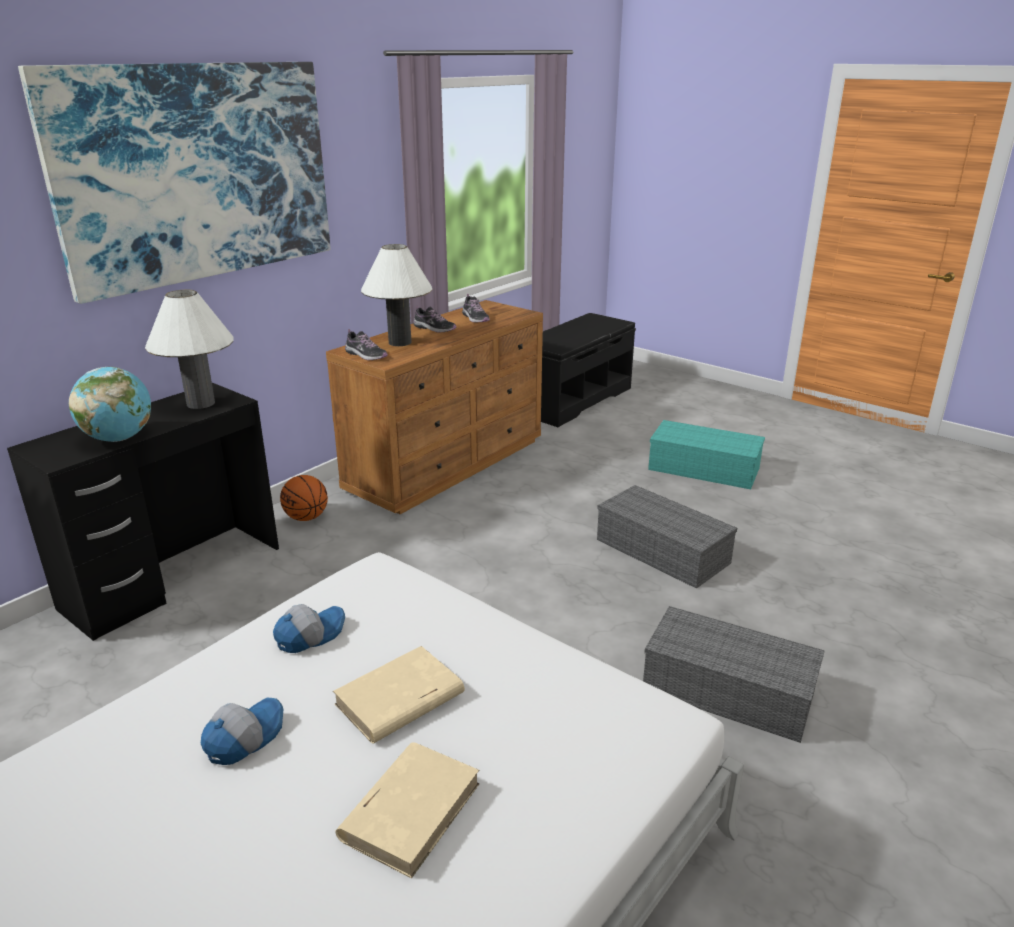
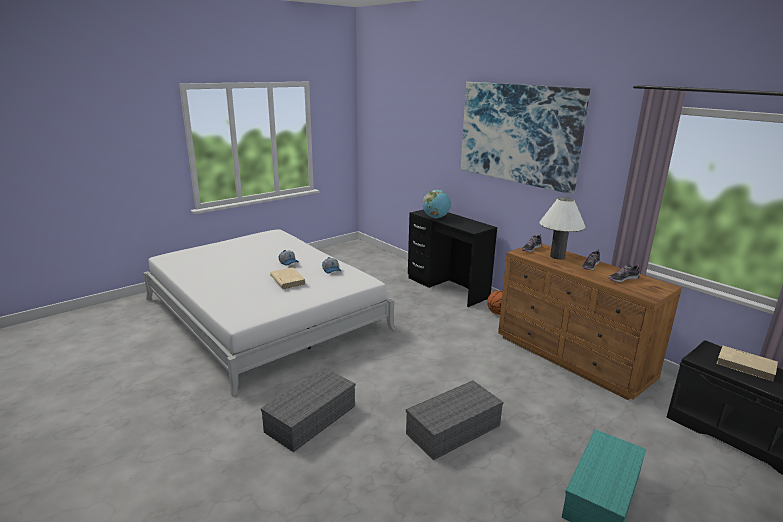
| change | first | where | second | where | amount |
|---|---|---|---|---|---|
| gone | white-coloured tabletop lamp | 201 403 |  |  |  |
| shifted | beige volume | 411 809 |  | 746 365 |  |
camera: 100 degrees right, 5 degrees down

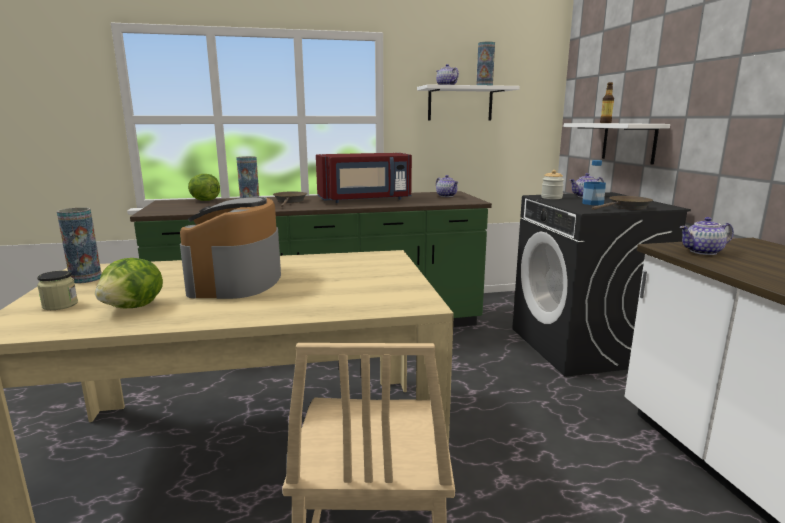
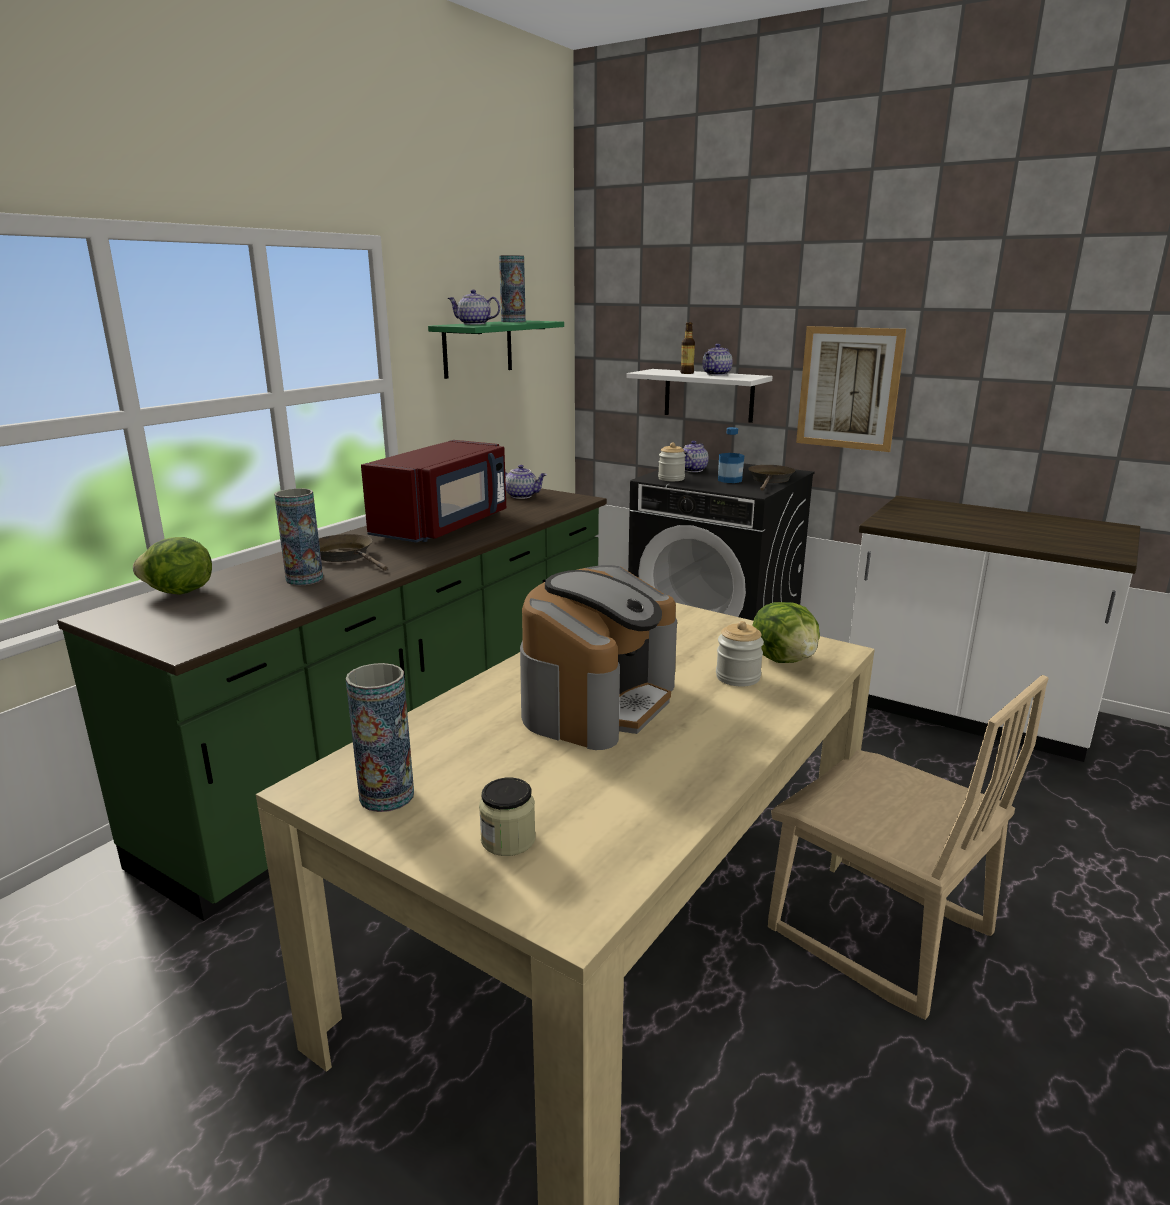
| change | first | where | second | where | amount |
|---|---|---|---|---|---|
| shifted | lettuce head | 134 307 |  | 785 659 |  |
| rotated | coffee machine | 237 280 |  | 597 702 | 105 degrees counterclockwise |
| repainted | white-coloured shelf | 460 104 | greenish shelf | 478 348 |  |
| shifted | tea pot | 703 252 |  | 717 374 |  |
| new |  |  | preserve jar | 738 677 |  |
| new |  |  | picture | 848 388 |  |
camera: 45 degrees left, 5 degrees up

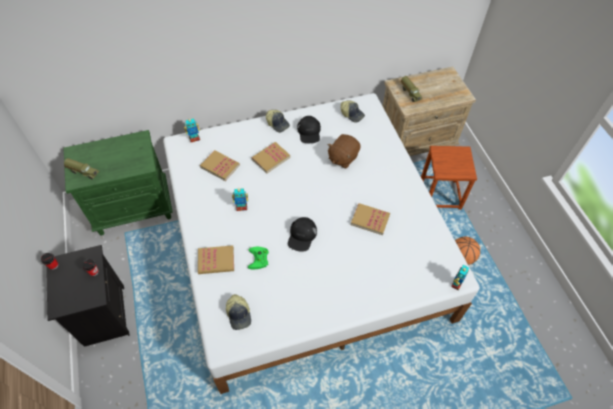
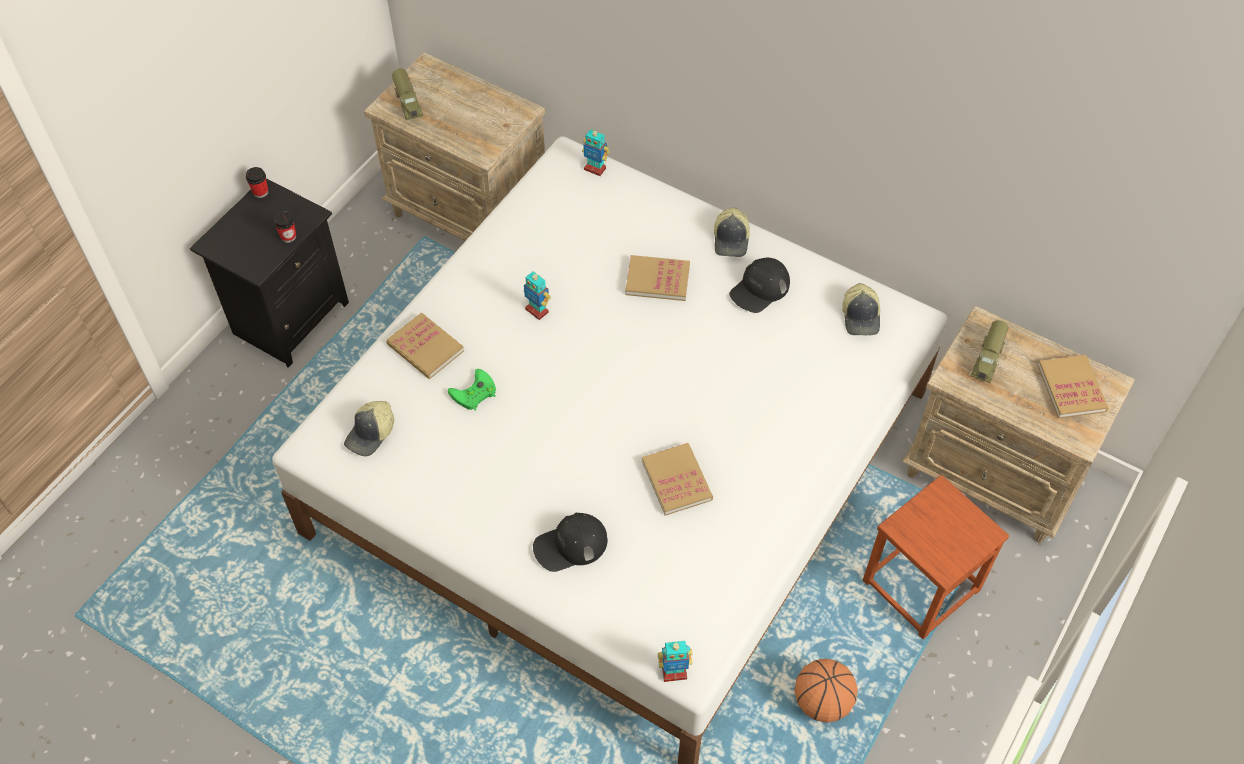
| change | first | where | second | where | amount |
|---|---|---|---|---|---|
| repainted | greenish bedside table | 134 208 | beige bedside table | 470 214 |  |
| shifted | volume | 220 166 |  | 1071 388 |  |
| shifted | blackish baseball cap | 302 236 |  | 570 545 |  |
| gone | brown cuddly toy | 342 158 |  |  |  |
camera: 50 degrees right, 0 degrees up

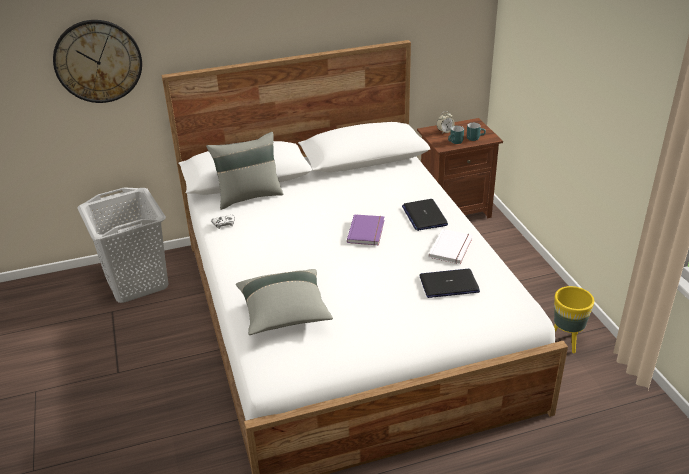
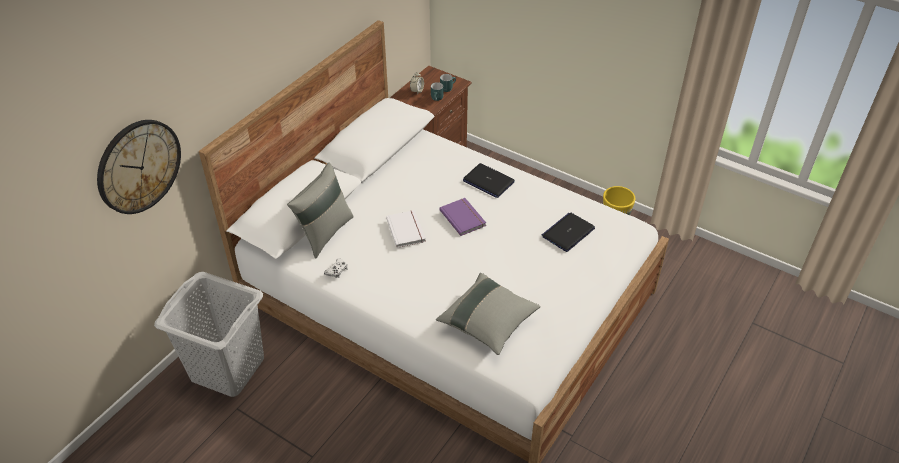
| change | first | where | second | where | amount |
|---|---|---|---|---|---|
| shifted | white-coloured volume | 452 248 |  | 407 229 |  |
camera: 40 degrees left, 10 degrees up

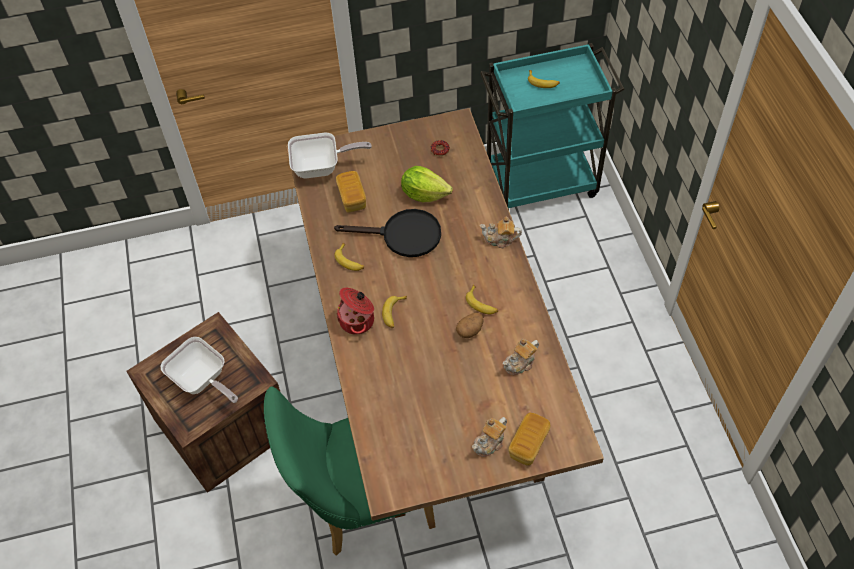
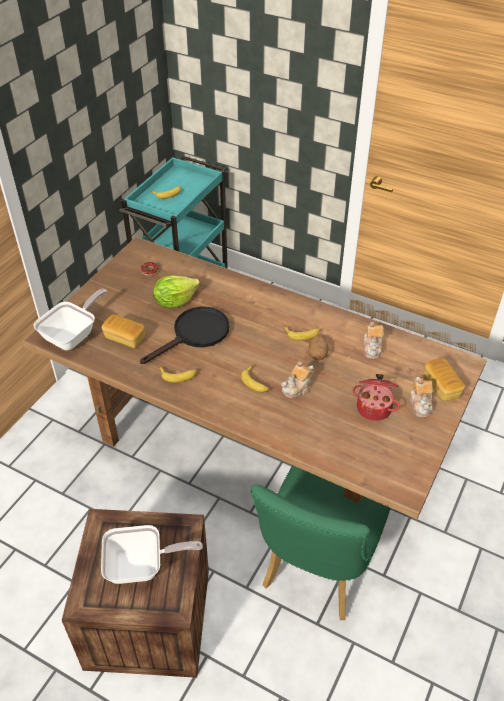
| change | first | where | second | where | amount |
|---|---|---|---|---|---|
| shifted | stockpot | 358 320 |  | 374 407 |  |
| shifted | tea pot | 500 239 |  | 297 388 |  |
camera: 50 degrees left, 10 degrees down

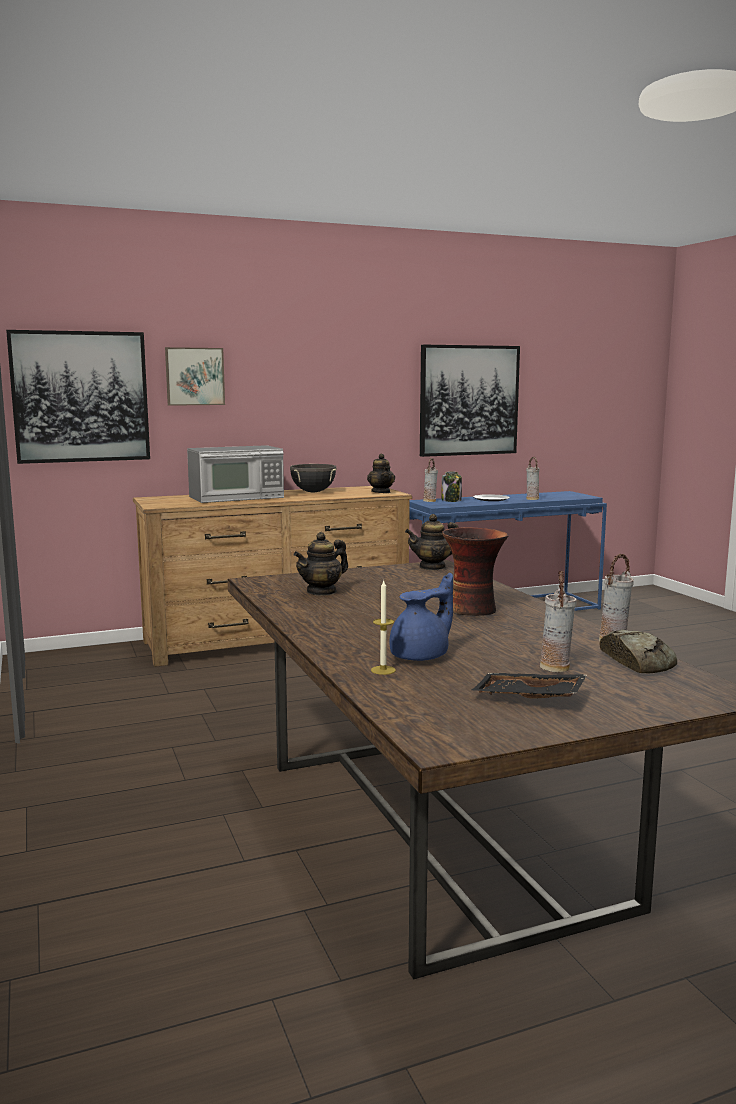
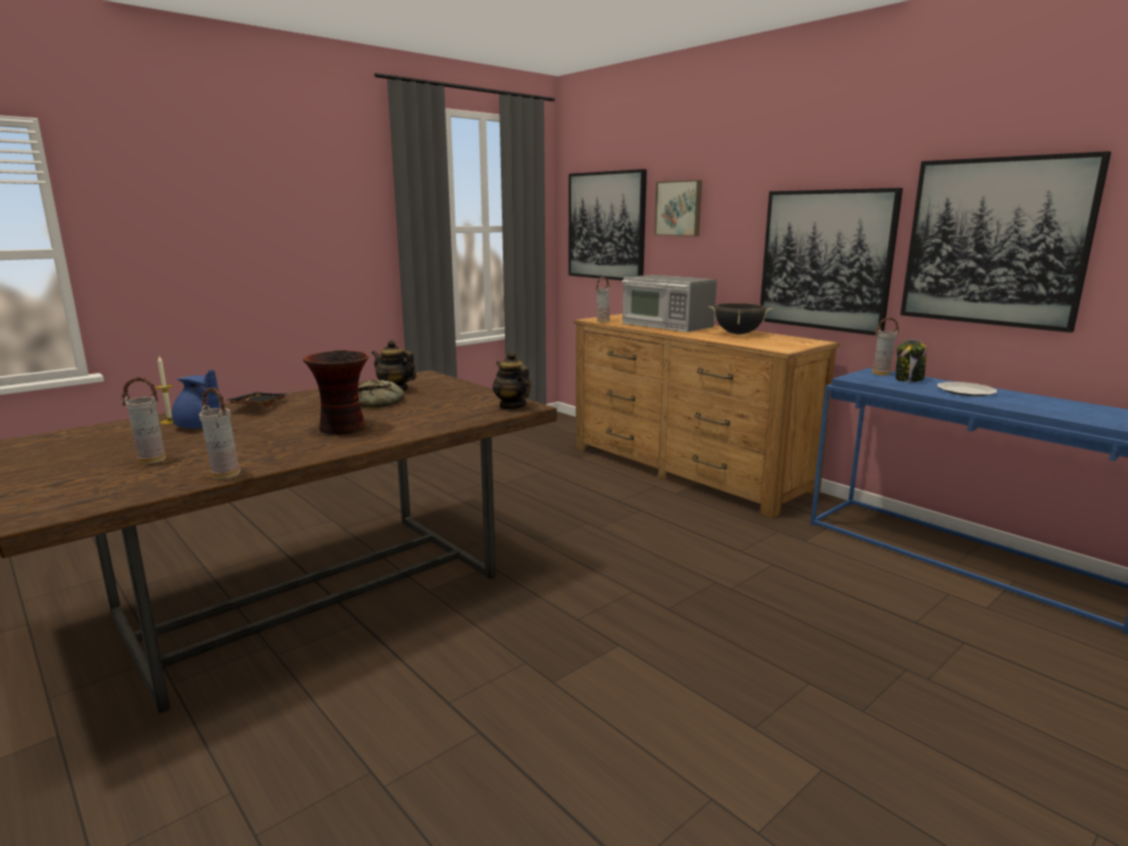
| change | first | where | second | where | amount |
|---|---|---|---|---|---|
| gone | tea pot | 381 492 |  |  |  |
| shifted | blackish carrying tray | 528 698 |  | 257 406 |  |
| shifted | decorative vase | 532 499 |  | 602 321 |  |
| shifted | baked bread | 637 661 |  | 380 402 |  |
| new |  |  | picture | 825 260 |  |
camera: 70 degrees right, 5 degrees up

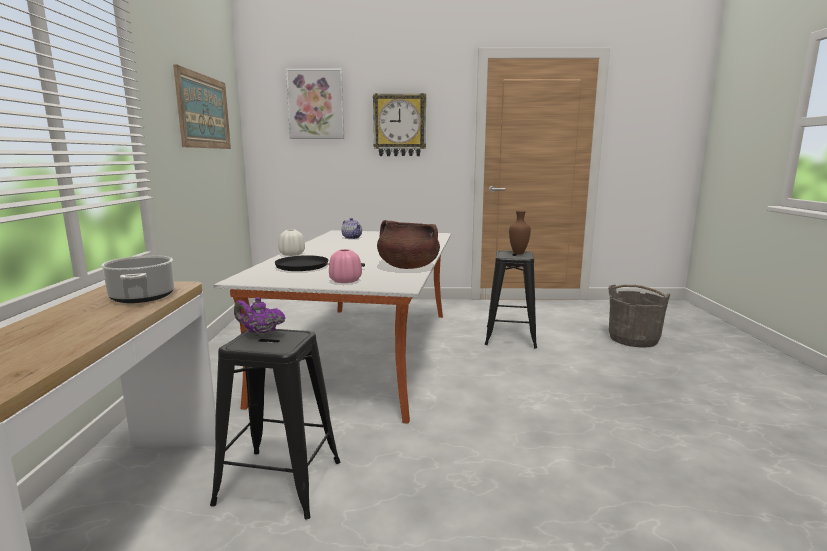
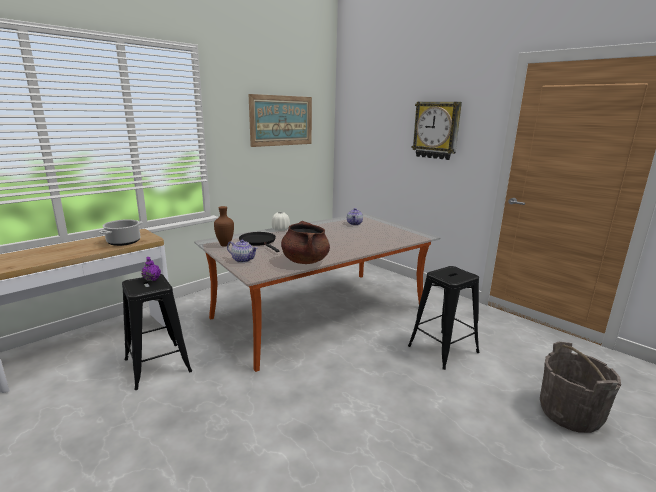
| change | first | where | second | where | amount |
|---|---|---|---|---|---|
| gone | picture | 316 104 |  |  |  |
| swapped | pink decorative vase | 345 281 | tea pot | 243 260 |  |
| shifted | brown decorative vase | 519 253 |  | 226 245 |  |
camera: 45 degrees right, 5 degrees up

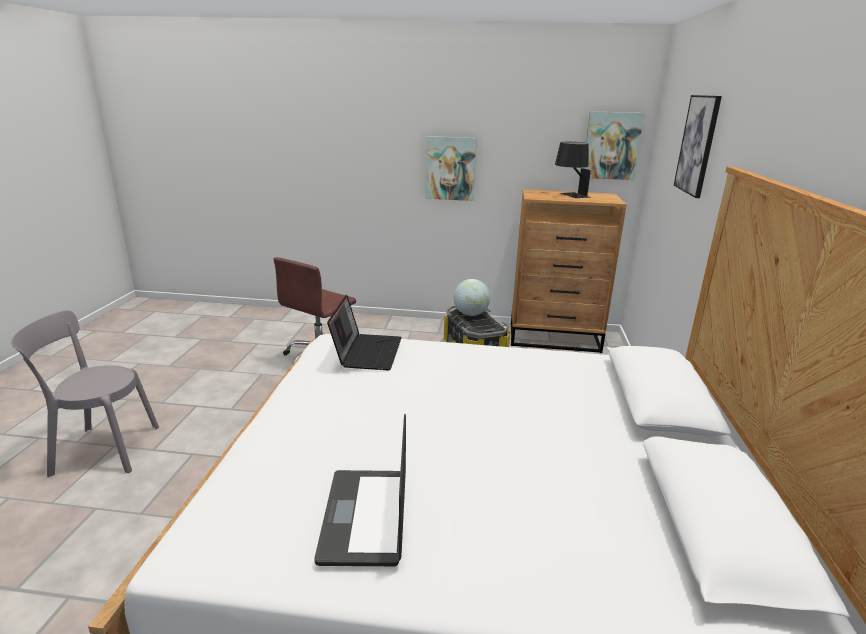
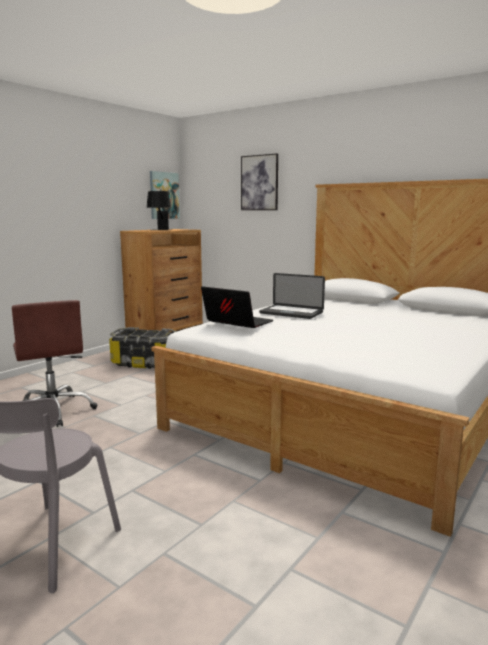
| change | first | where | second | where | amount |
|---|---|---|---|---|---|
| shifted | notebook computer | 365 517 |  | 291 313 |  |
| gone | picture | 450 168 |  |  |  |
| gone | desk globe | 470 314 |  |  |  |
camera: 60 degrees left, 10 degrees down

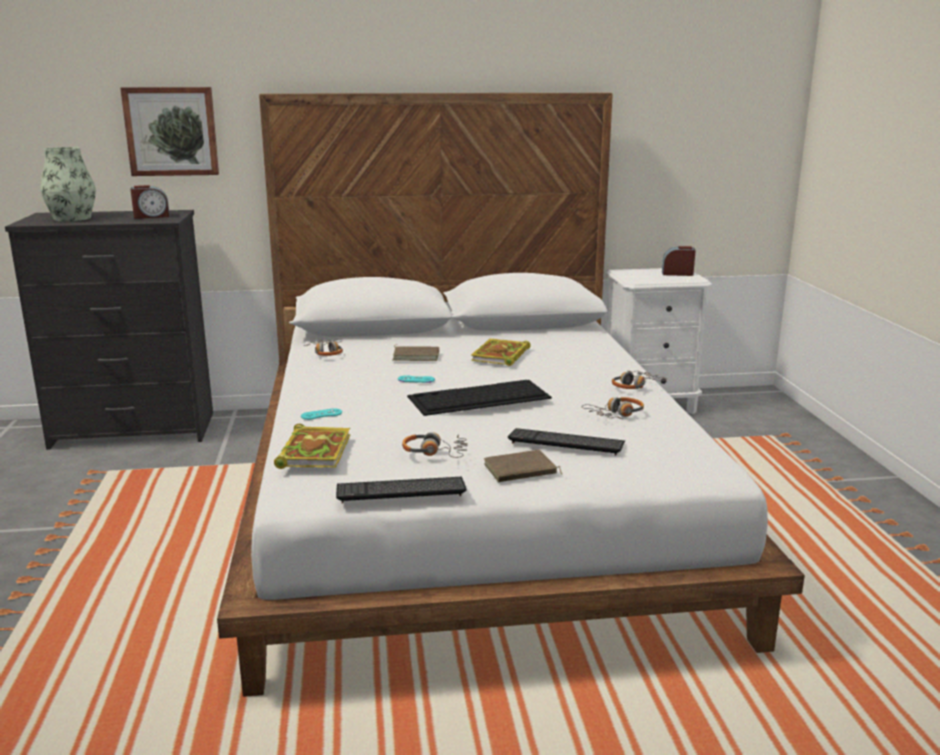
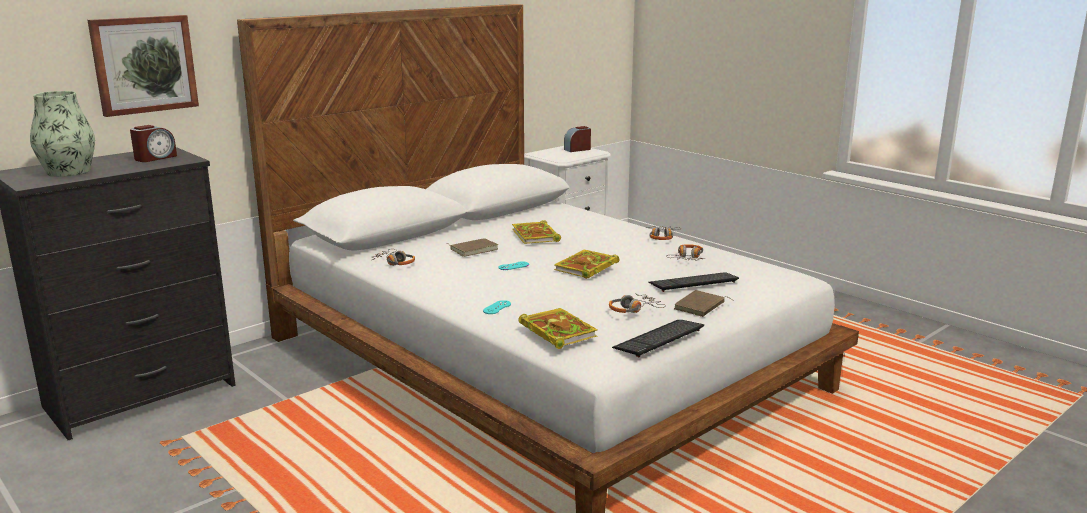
| change | first | where | second | where | amount |
|---|---|---|---|---|---|
| swapped | PC keyboard | 478 398 | volume | 586 268 |  |
camera: 35 degrees left, 0 degrees up

